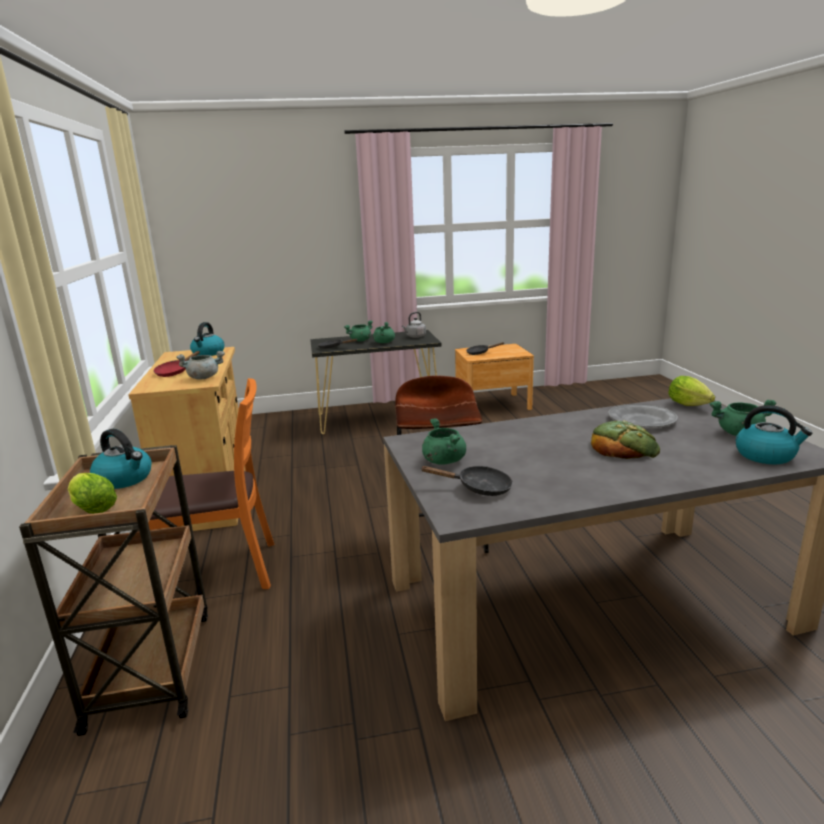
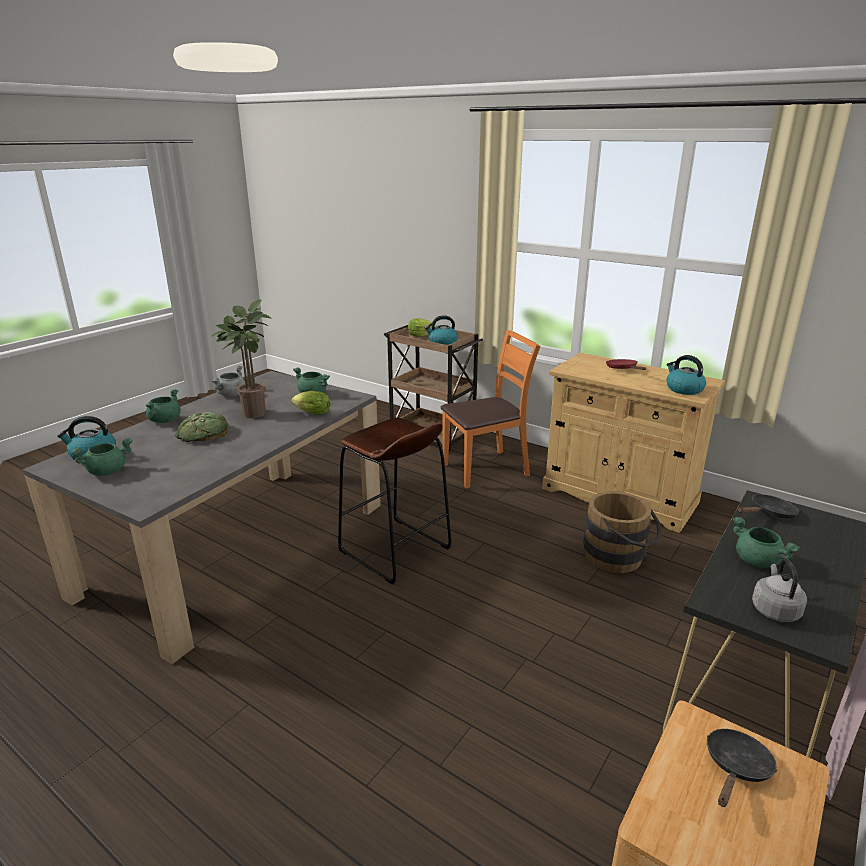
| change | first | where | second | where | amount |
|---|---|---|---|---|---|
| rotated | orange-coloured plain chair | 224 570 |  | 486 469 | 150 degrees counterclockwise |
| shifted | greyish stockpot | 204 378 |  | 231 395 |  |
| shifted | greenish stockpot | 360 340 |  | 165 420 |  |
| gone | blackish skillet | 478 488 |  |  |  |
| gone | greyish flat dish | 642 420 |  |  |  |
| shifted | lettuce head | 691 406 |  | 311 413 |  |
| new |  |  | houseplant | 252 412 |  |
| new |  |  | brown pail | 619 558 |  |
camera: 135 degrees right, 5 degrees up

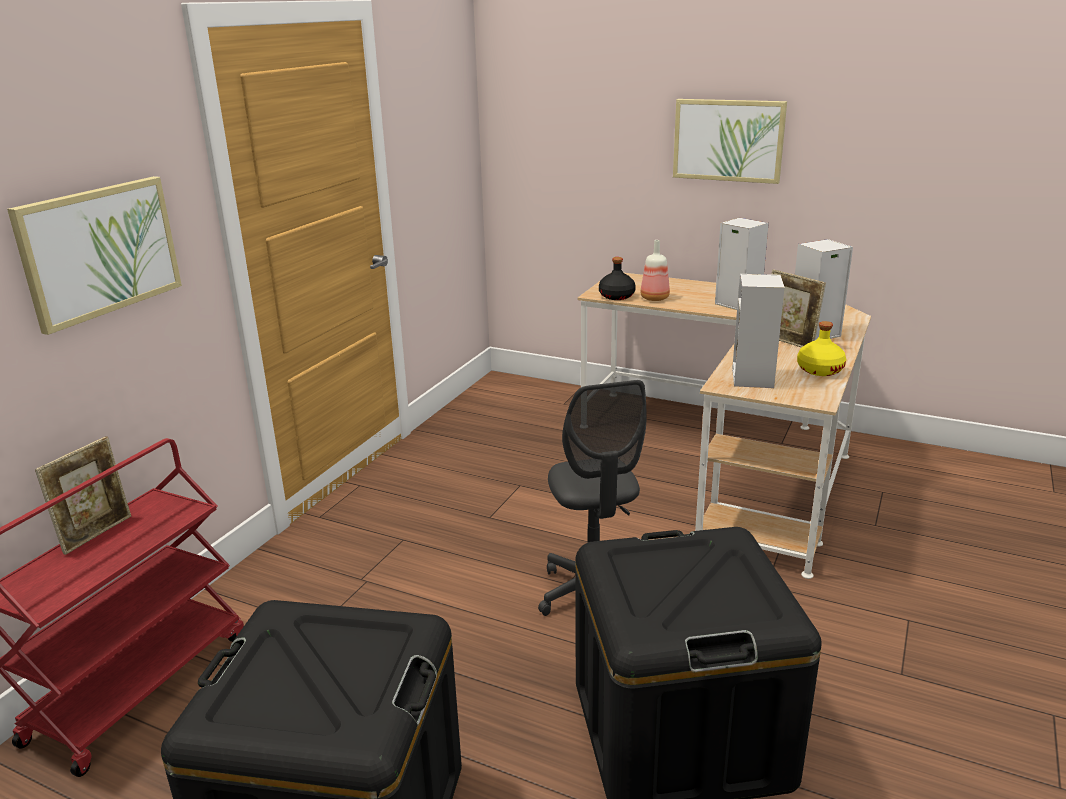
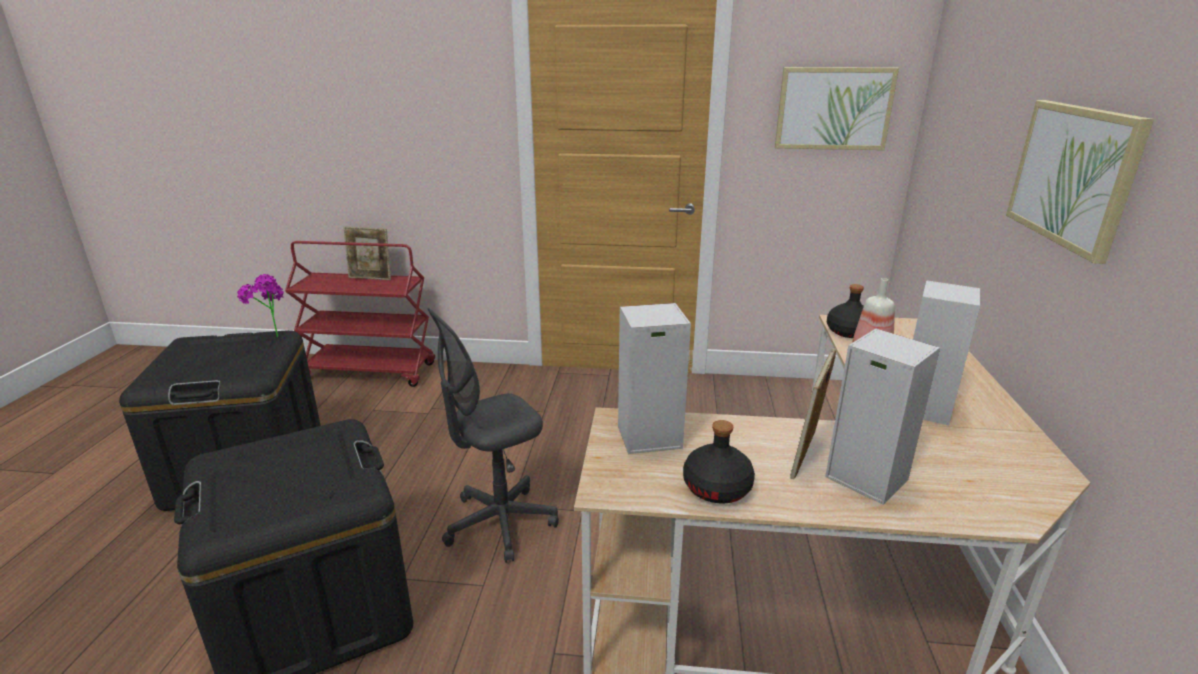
| change | first | where | second | where | amount |
|---|---|---|---|---|---|
| shifted | picture | 100 251 |  | 833 108 |  |
| repainted | yellow-coloured drink bottle | 819 370 | blackish drink bottle | 717 487 |  |
| new |  |  | houseplant | 271 335 |  |
camera: 70 degrees right, 0 degrees up

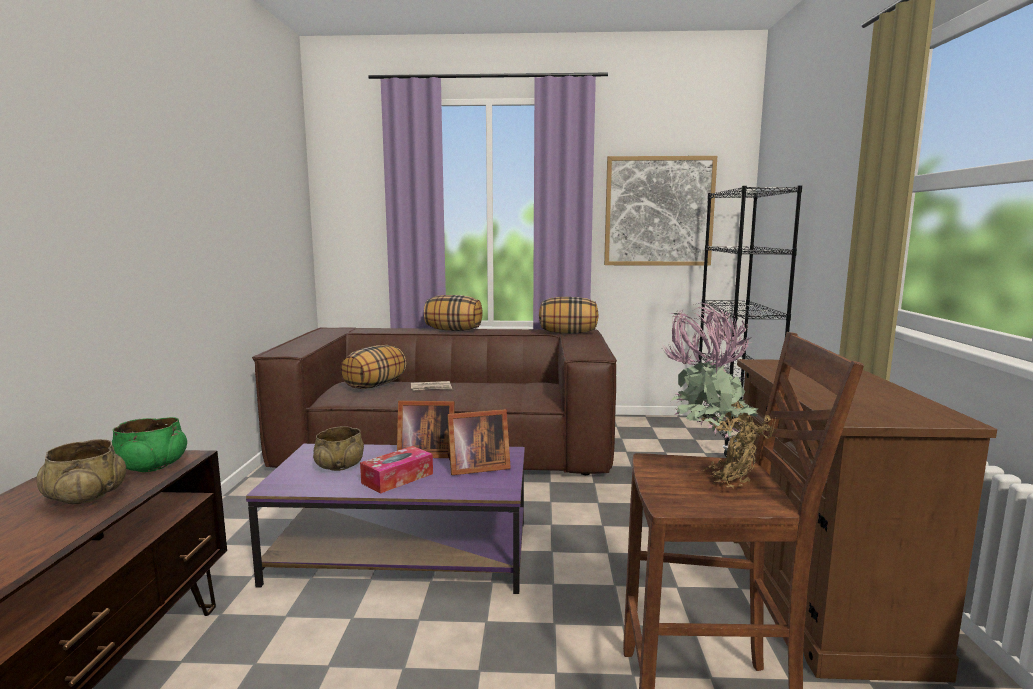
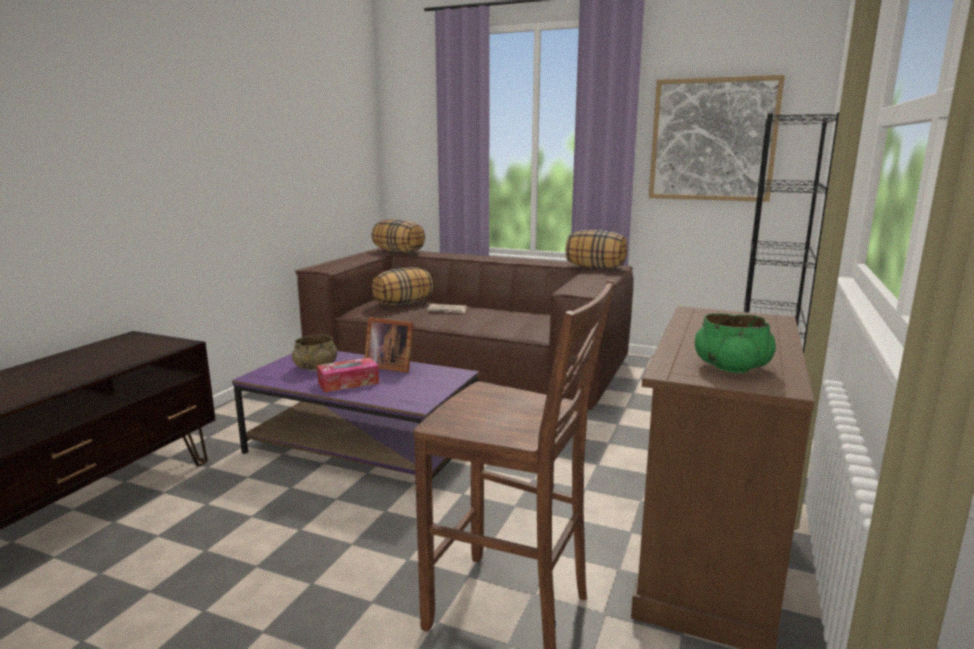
| change | first | where | second | where | amount |
|---|---|---|---|---|---|
| gone | beige serving bowl | 86 496 |  |  |  |
| shifted | greenish serving bowl | 151 466 |  | 731 367 |  |
| shifted | pillow | 454 330 |  | 399 252 |  |
| gone | picture frame | 475 467 |  |  |  |
| gone | houseplant | 711 476 |  |  |  |
camera: 20 degrees right, 5 degrees up

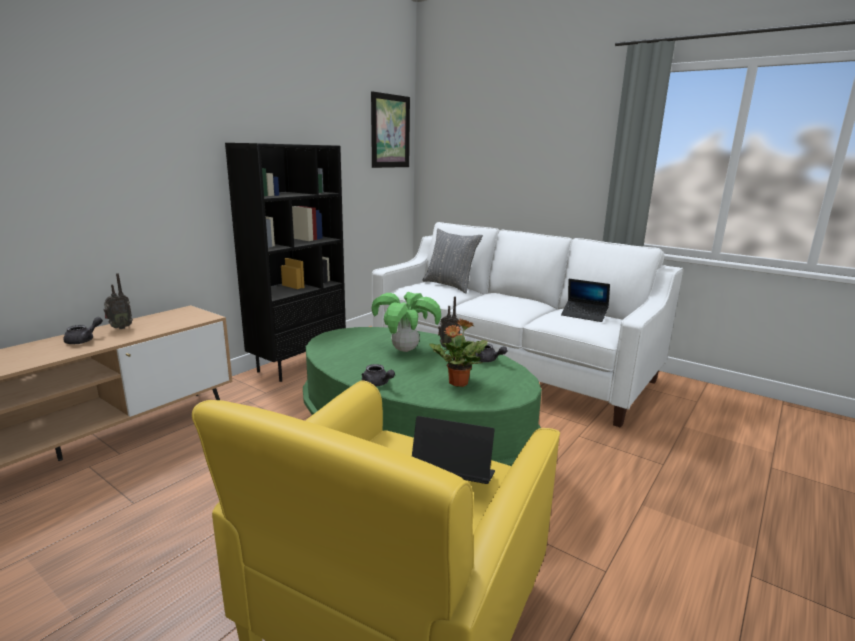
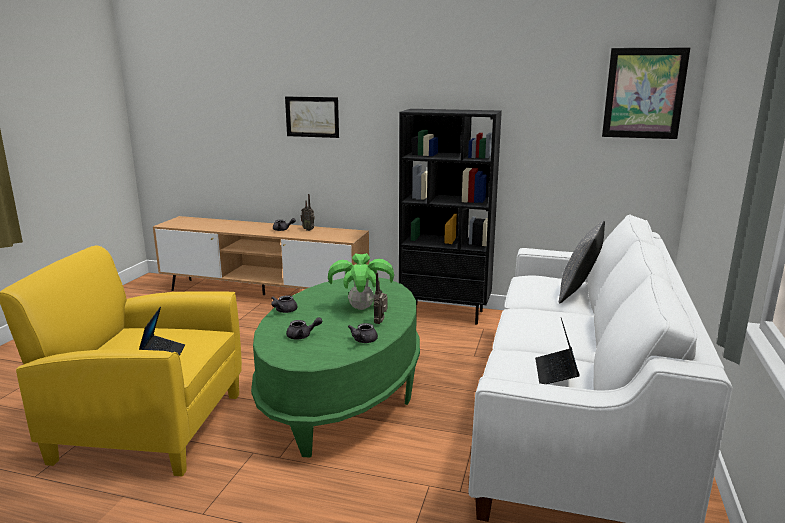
| change | first | where | second | where | amount |
|---|---|---|---|---|---|
| swapped | houseplant | 457 383 | greyish tea pot | 302 336 |  |
| new |  |  | picture | 312 117 |  |
camera: 70 degrees right, 0 degrees up

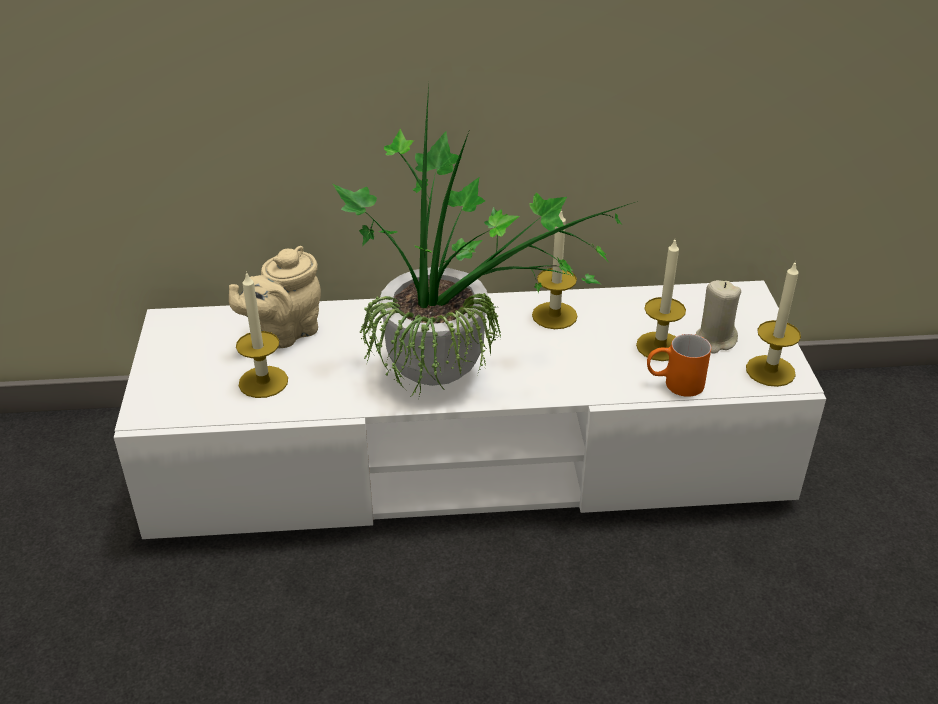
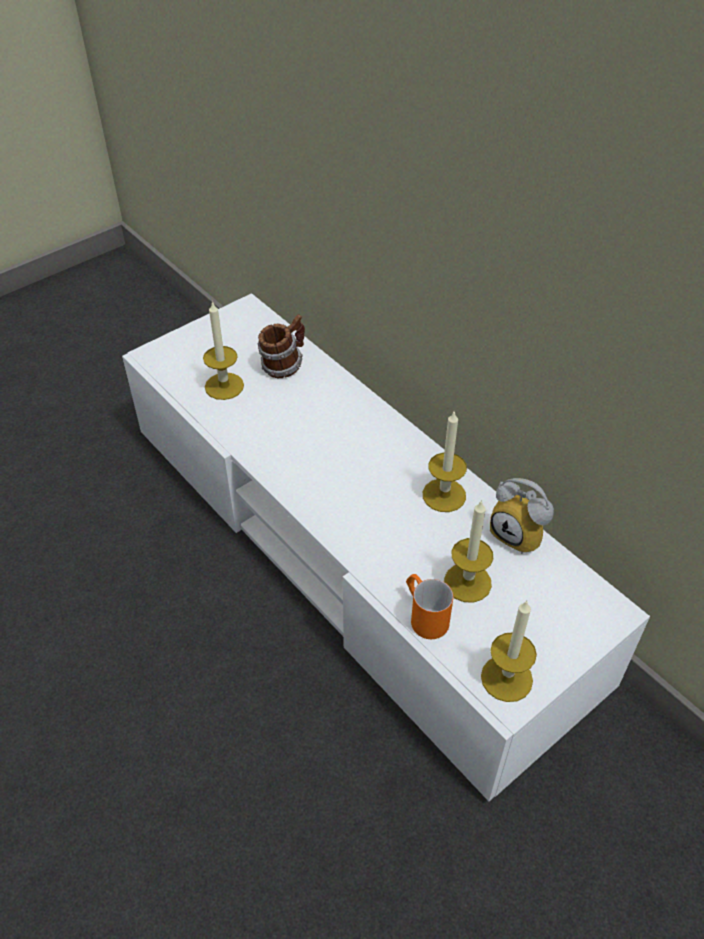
| change | first | where | second | where | amount |
|---|---|---|---|---|---|
| swapped | beige tea pot | 284 333 | mug | 283 366 |  |
| gone | houseplant | 457 370 |  |  |  |
| gone | beige candle | 715 340 |  |  |  |
| new |  |  | alarm clock | 520 535 |  |
camera: 55 degrees right, 10 degrees up

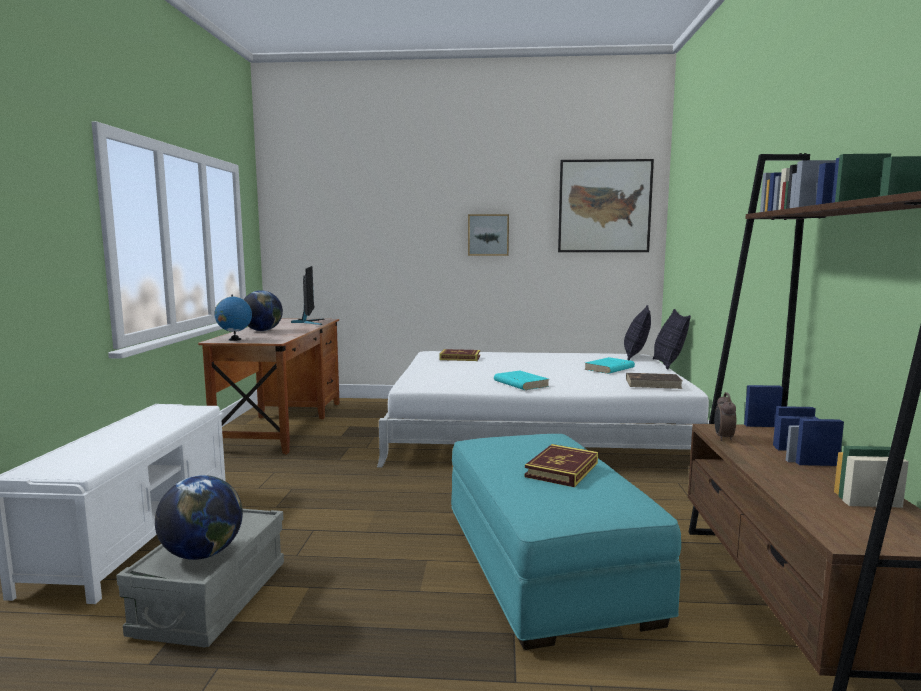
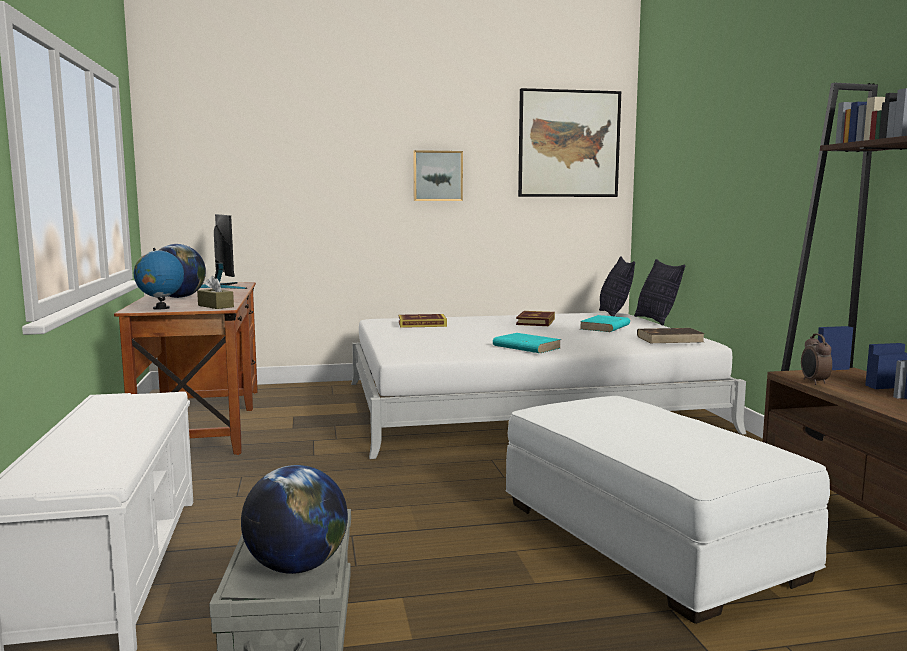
| change | first | where | second | where | amount |
|---|---|---|---|---|---|
| repainted | turquoise ottoman | 545 564 | white-coloured ottoman | 646 538 |  |
| shifted | volume | 562 470 |  | 535 322 |  |
| new |  |  | brown box of tissues | 215 306 |  |
camera: 15 degrees left, 0 degrees up

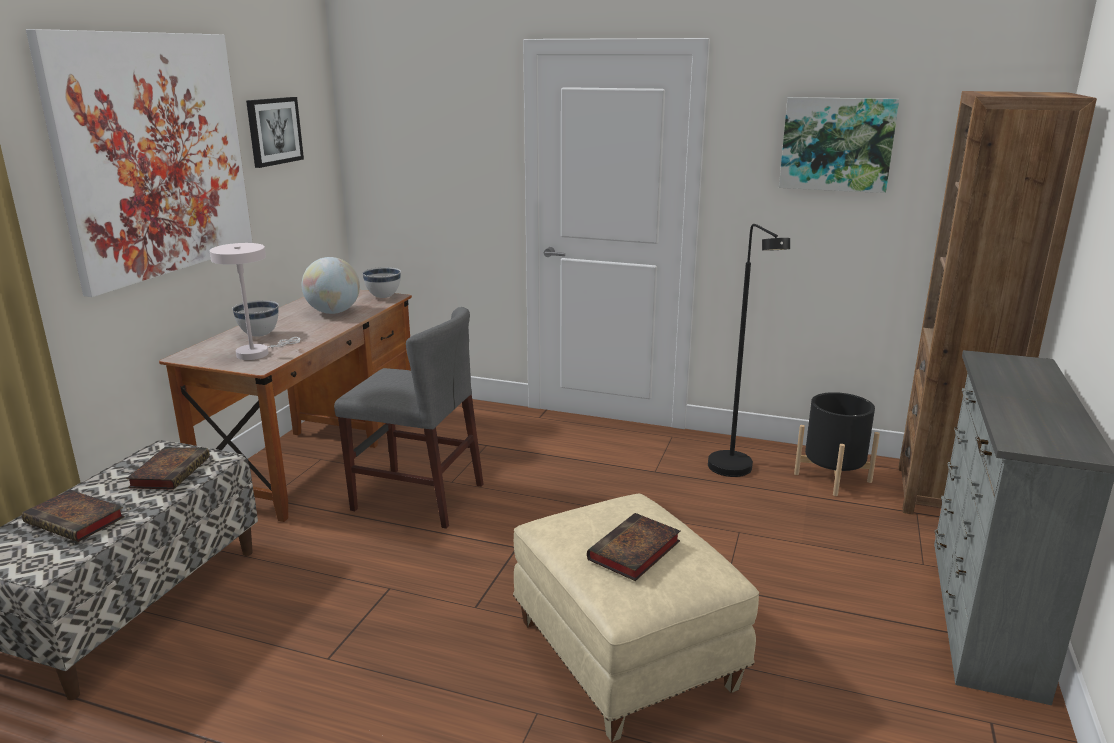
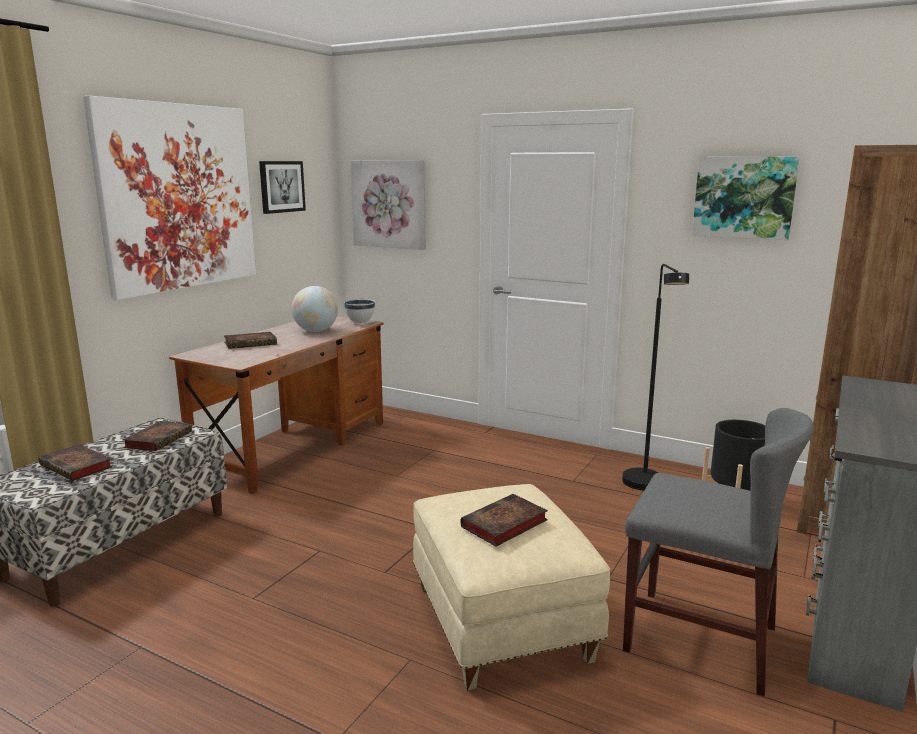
| change | first | where | second | where | amount |
|---|---|---|---|---|---|
| gone | white-coloured tabletop lamp | 257 353 |  |  |  |
| swapped | white-coloured serving bowl | 259 335 | volume | 251 343 |  |
| shifted | greyish plain chair | 418 497 |  | 700 639 |  |
| new |  |  | picture | 389 204 |  |
camera: 10 degrees right, 5 degrees down

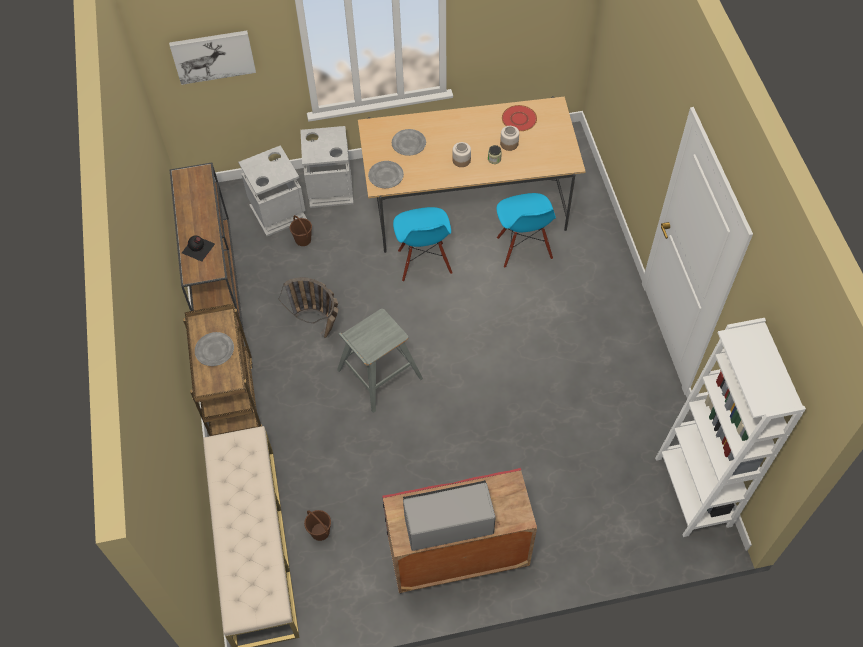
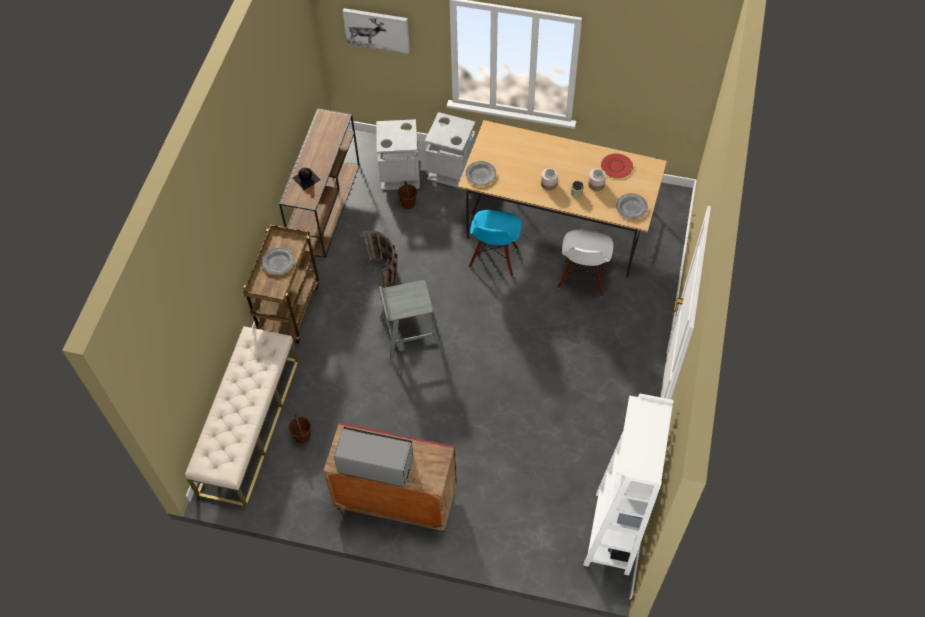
| change | first | where | second | where | amount |
|---|---|---|---|---|---|
| shifted | greyish flat dish | 409 144 |  | 631 207 |  |
| repainted | bluish plain chair | 523 248 | white-coloured plain chair | 583 278 |  |
camera: 25 degrees right, 0 degrees up

